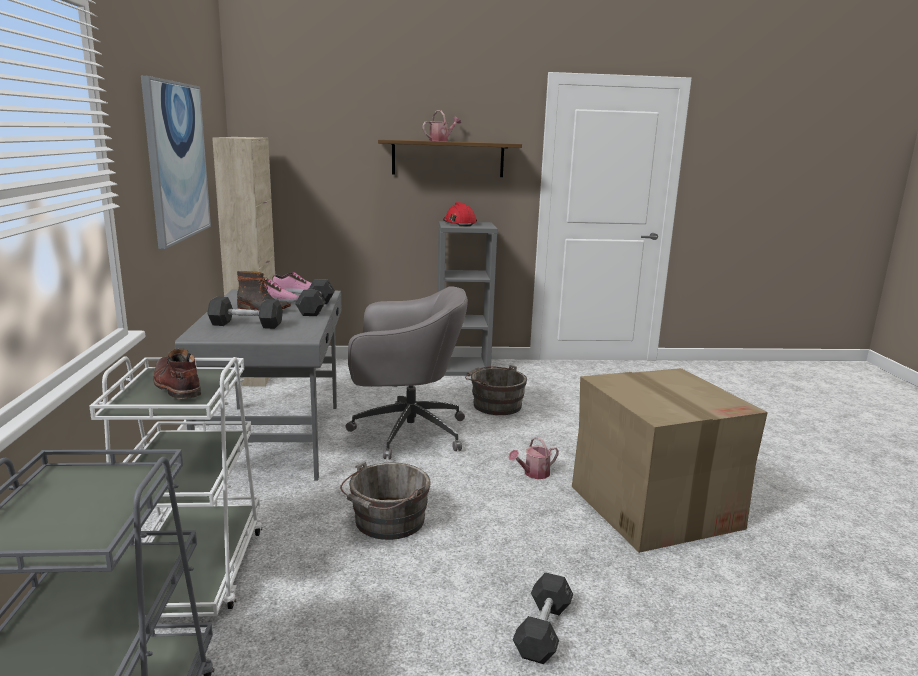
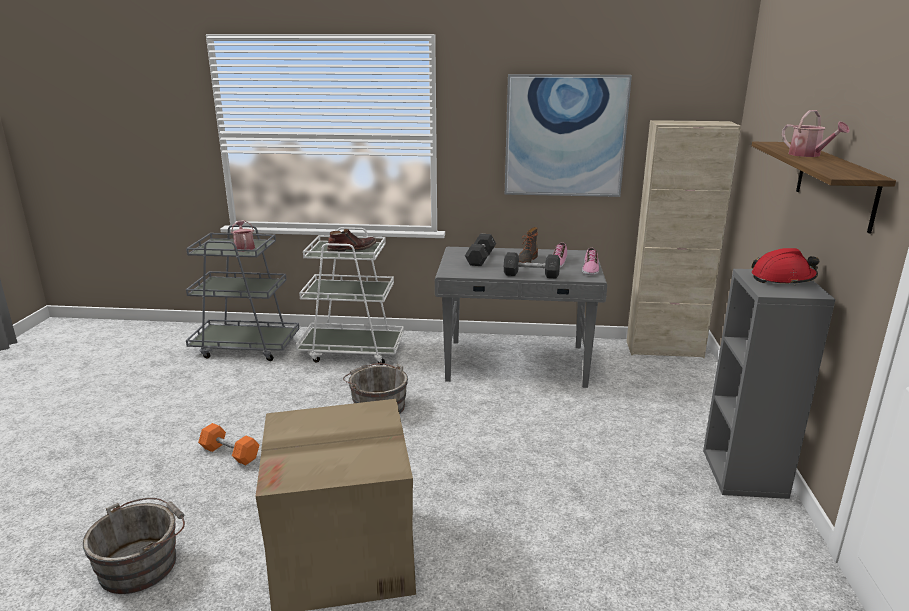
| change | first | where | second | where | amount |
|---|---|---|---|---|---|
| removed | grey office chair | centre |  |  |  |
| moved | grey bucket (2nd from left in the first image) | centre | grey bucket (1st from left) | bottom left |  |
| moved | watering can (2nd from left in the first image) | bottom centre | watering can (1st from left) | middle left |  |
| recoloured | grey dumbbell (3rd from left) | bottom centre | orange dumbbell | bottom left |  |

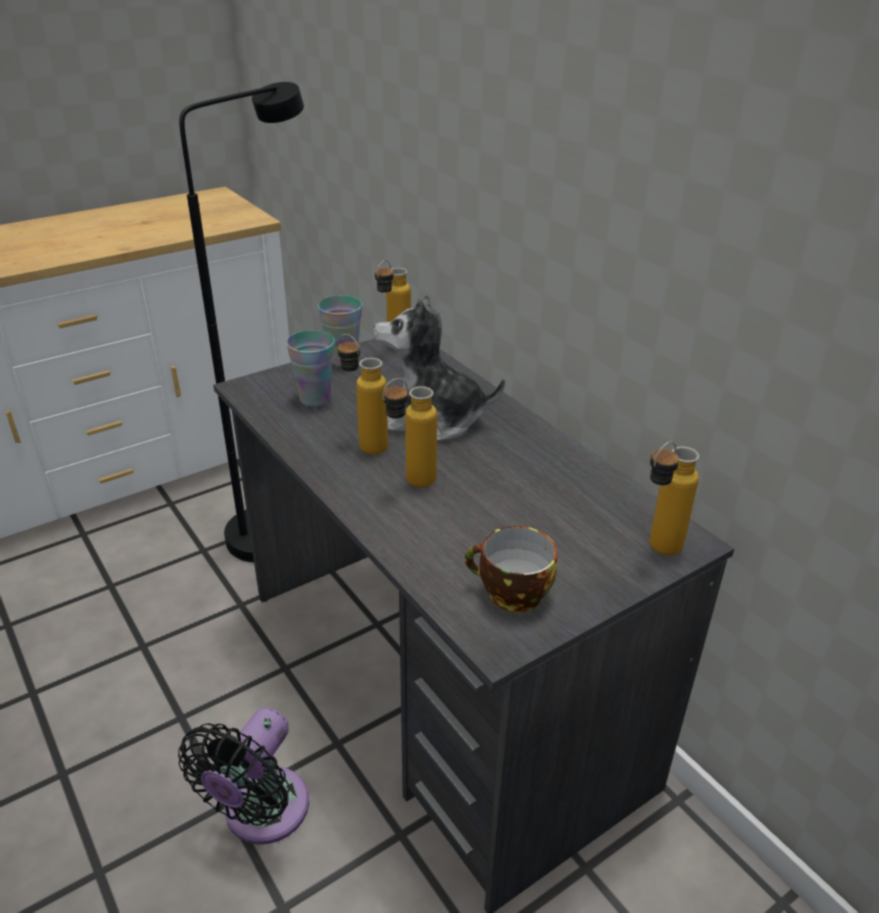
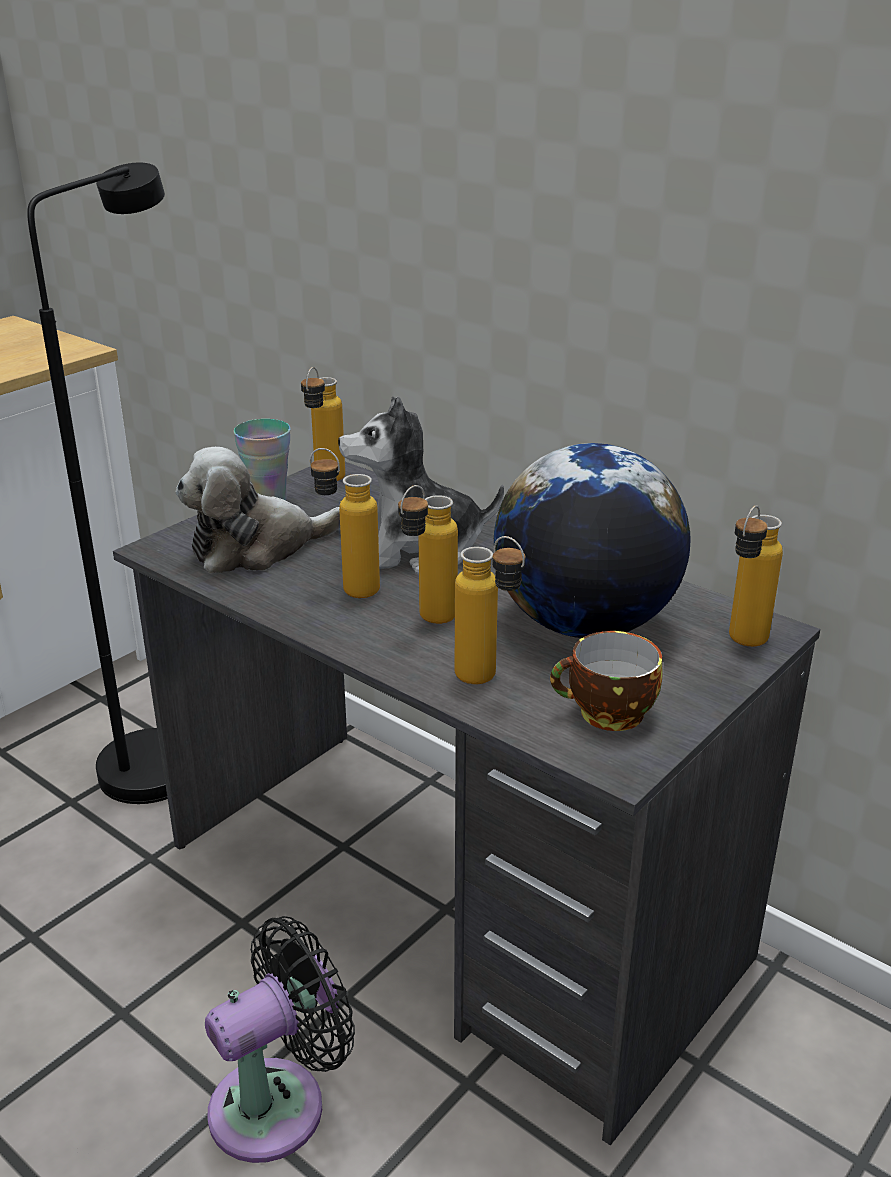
| change | first | where | second | where | amount |
|---|---|---|---|---|---|
| added |  |  | bottle (4th from left) | centre |  |
| added |  |  | globe | centre |  |
| replaced | cup (1st from left) | centre | plush toy (1st from left) | middle left |  |
| turned | black fan | bottom left |  | bottom left | 135 degrees counterclockwise |

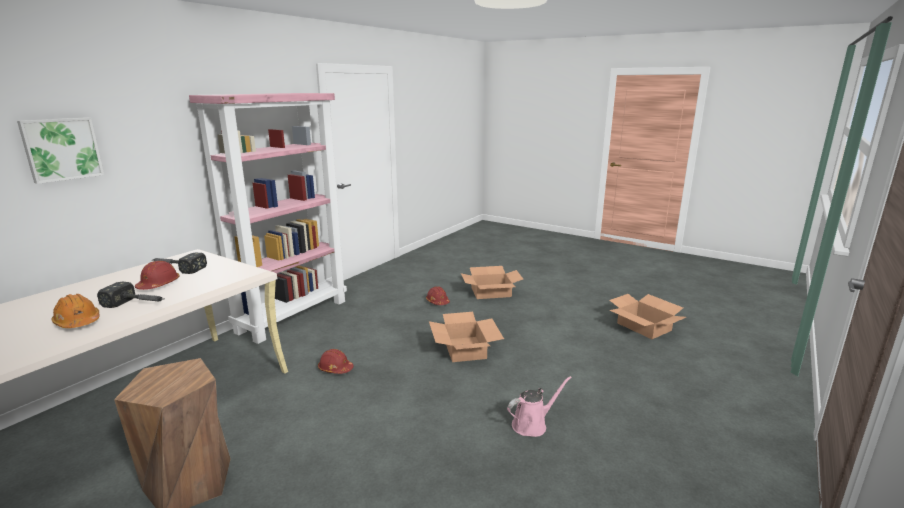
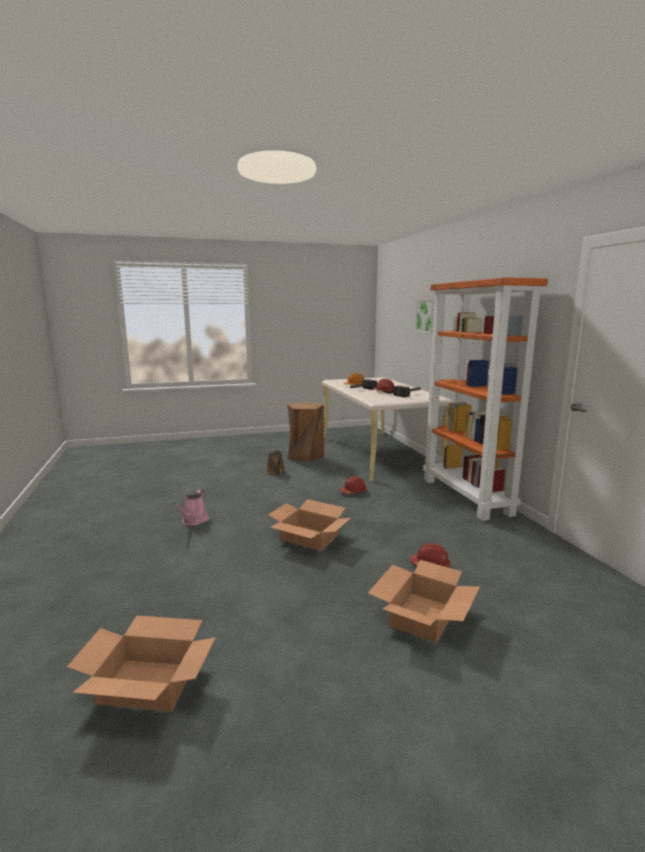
| change | first | where | second | where | amount |
|---|---|---|---|---|---|
| added |  |  | brown watering can | centre |  |
| recoloured | pink bookcase | middle left | orange bookcase | middle right |  |

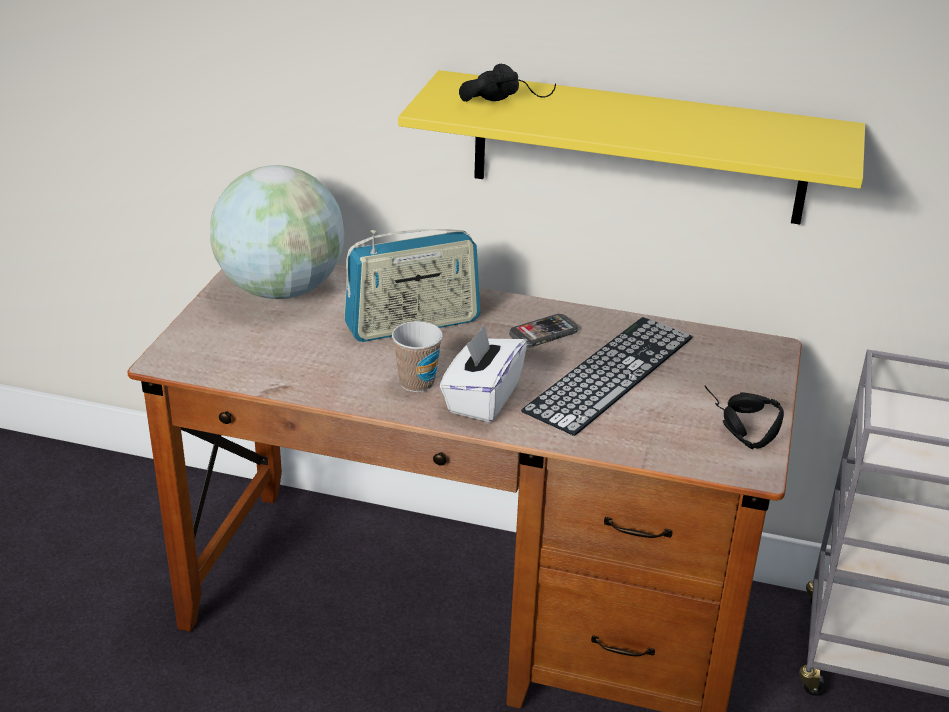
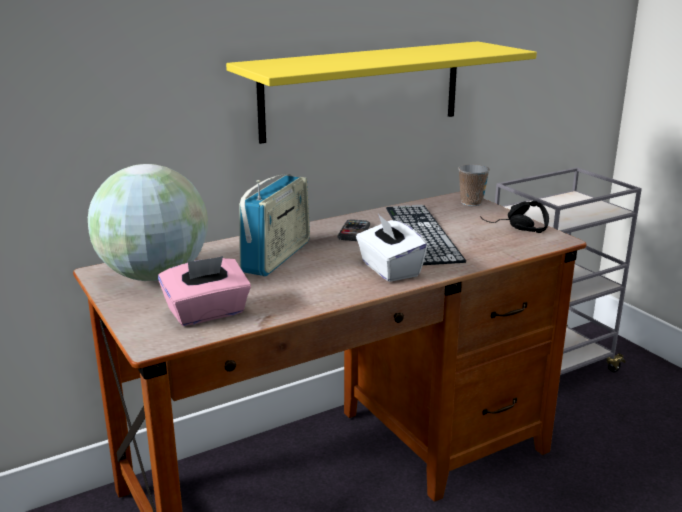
| change | first | where | second | where | amount |
|---|---|---|---|---|---|
| removed | black headphones (1st from left) | top centre |  |  |  |
| added |  |  | pink tissue box | middle left |  |
| moved | cup | centre |  | middle right |  |

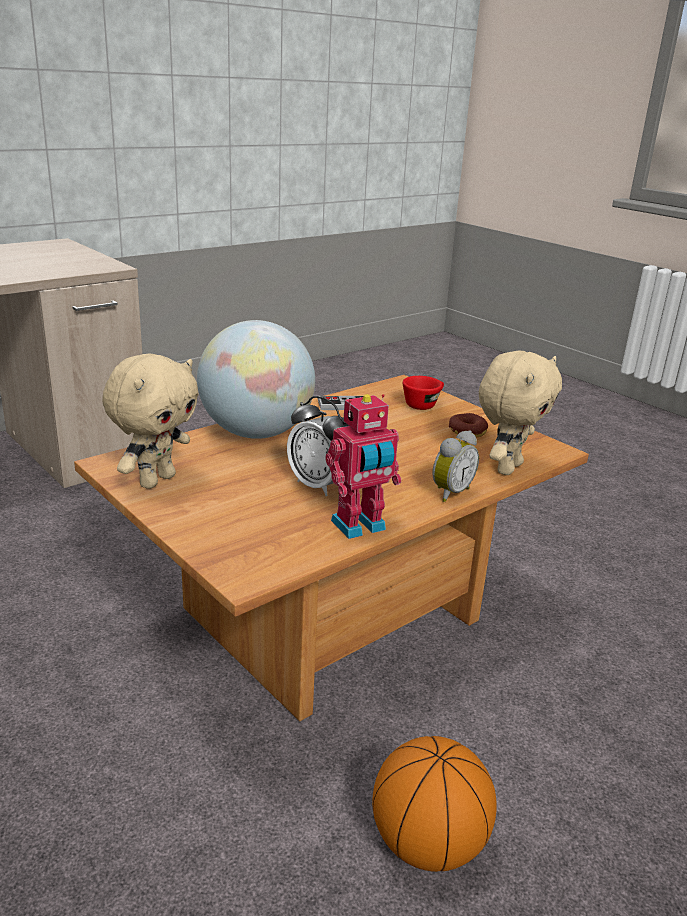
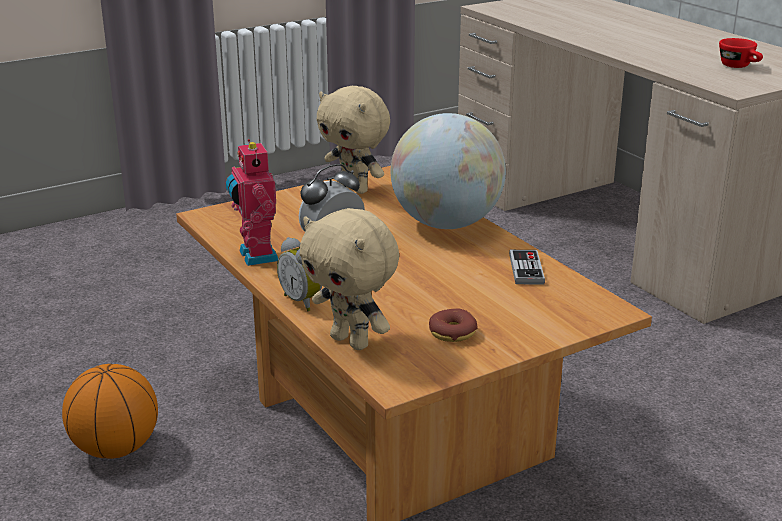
| change | first | where | second | where | amount |
|---|---|---|---|---|---|
| moved | red cup | centre |  | top right |  |

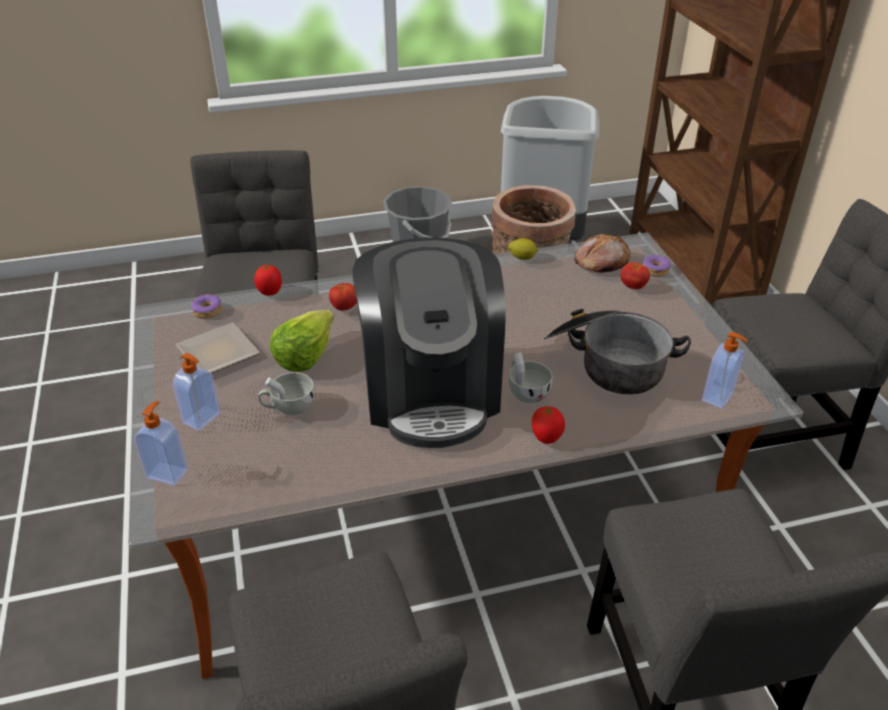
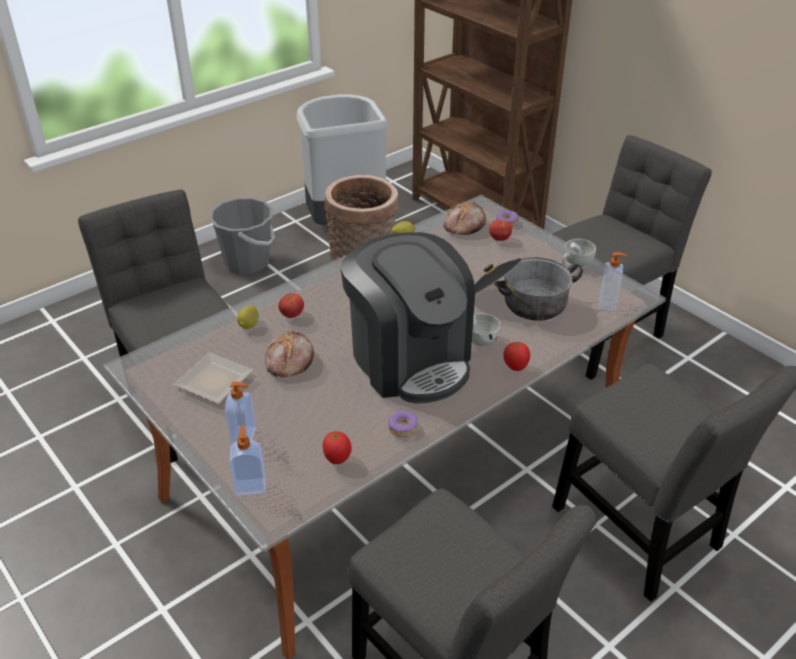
| change | first | where | second | where | amount |
|---|---|---|---|---|---|
| added |  |  | lemon (1st from left) | middle left |  |
| moved | donut (1st from left) | middle left |  | centre |  |
| moved | tomato (1st from left in the first image) | middle left | tomato (2nd from left) | bottom centre |  |
| moved | white cup (1st from left in the first image) | middle left | white cup (2nd from left) | middle right |  |
| replaced | lettuce | centre | bread (1st from left) | centre |  |

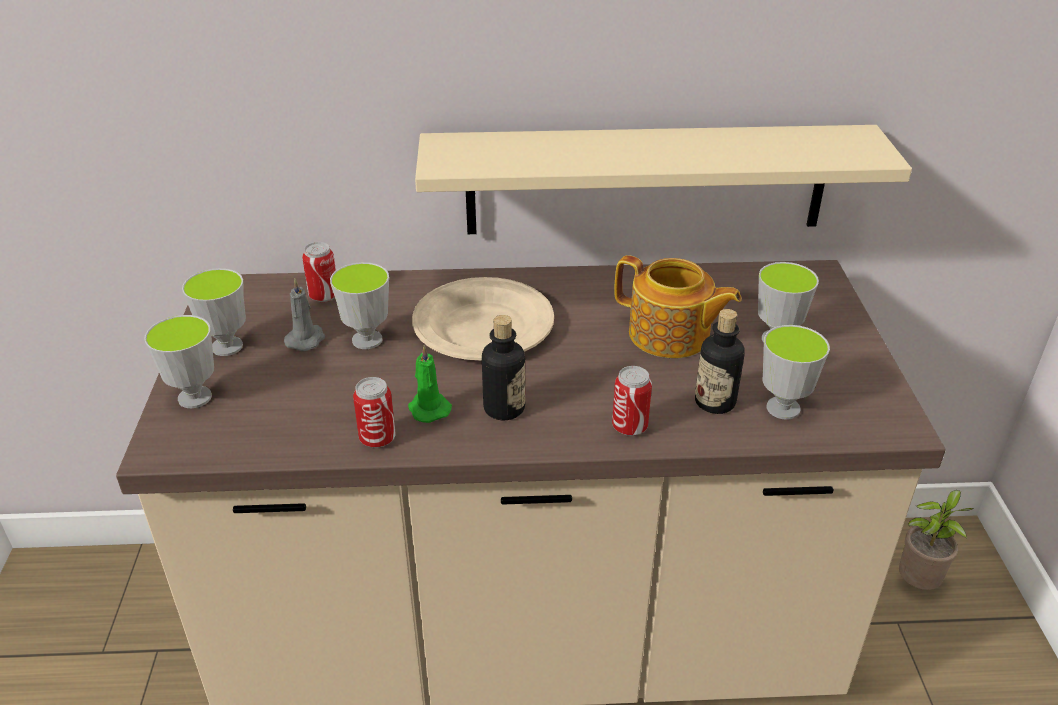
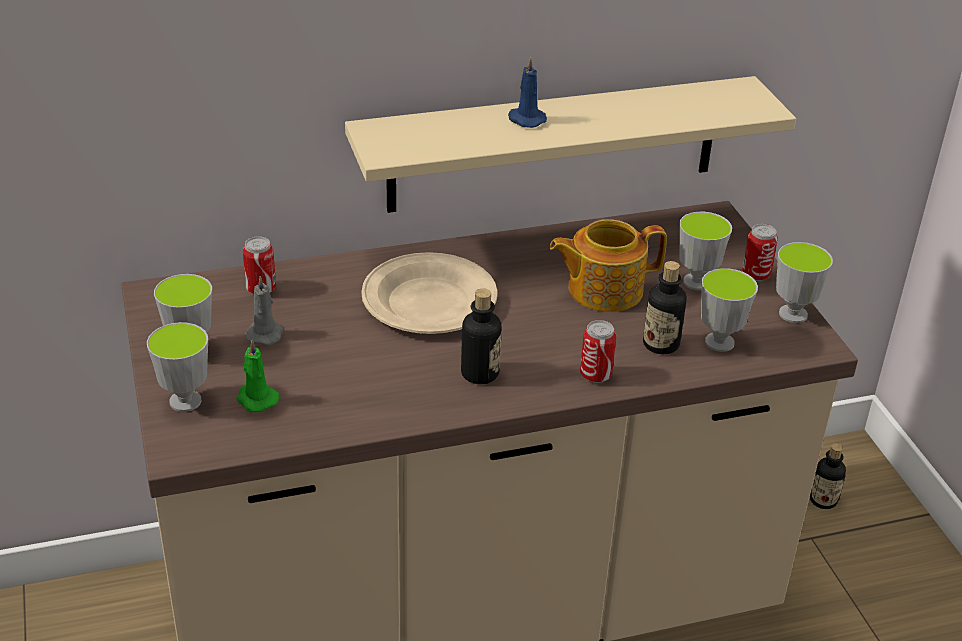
| change | first | where | second | where | amount |
|---|---|---|---|---|---|
| added |  |  | blue candle | top centre |  |
| moved | cup (3rd from left in the first image) | centre | cup (5th from left) | middle right |  |
| moved | can (2nd from left in the first image) | centre | can (3rd from left) | middle right |  |
| moved | green candle | centre |  | middle left |  |
| replaced | potted plant | bottom right | bottle (3rd from left) | bottom right |  |
| turned | teapot | centre |  | centre | 150 degrees clockwise |

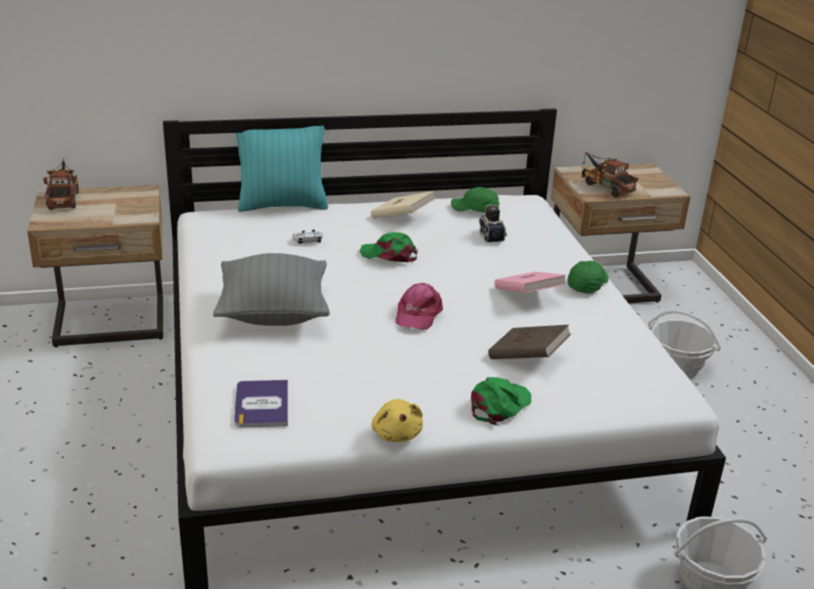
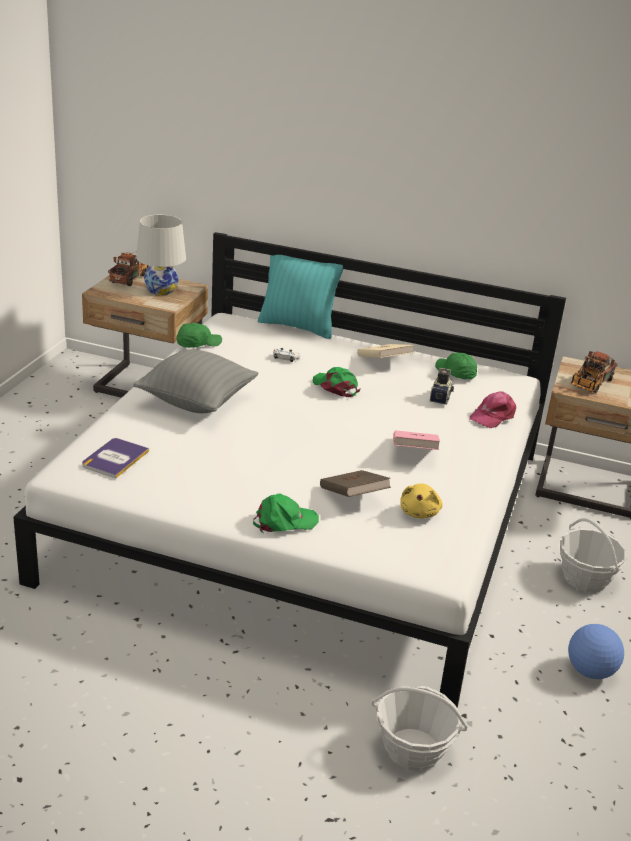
| change | first | where | second | where | amount |
|---|---|---|---|---|---|
| added |  |  | white table lamp | top left |  |
| added |  |  | football | bottom right |  |
| moved | yellow plush toy | bottom centre |  | middle right |  |
| moved | pink cap | centre |  | middle right |  |
| moved | green cap (4th from left in the first image) | middle right | green cap (1st from left) | middle left |  |
| turned | toy truck (2nd from left) | top right |  | middle right | 135 degrees counterclockwise |

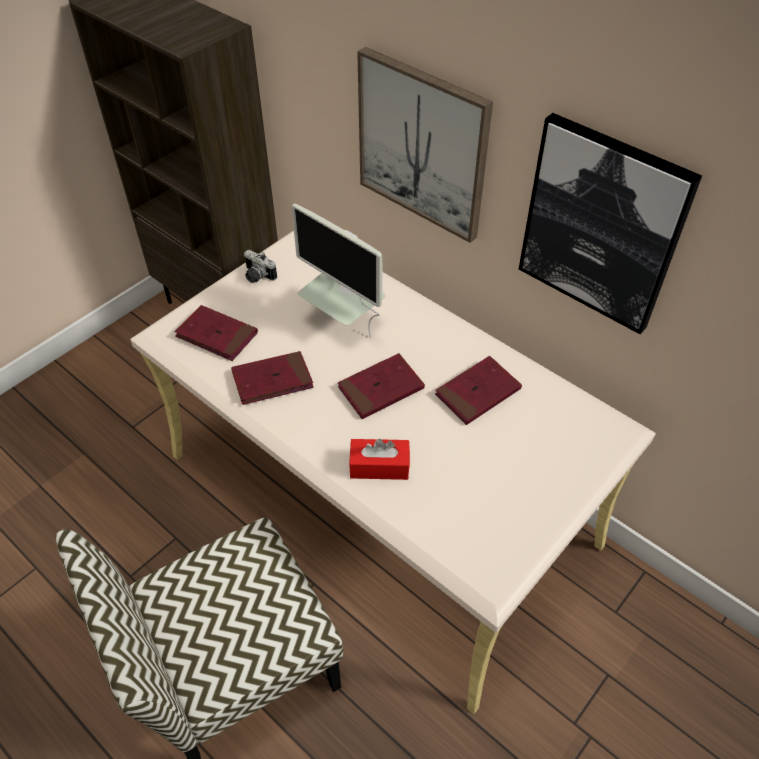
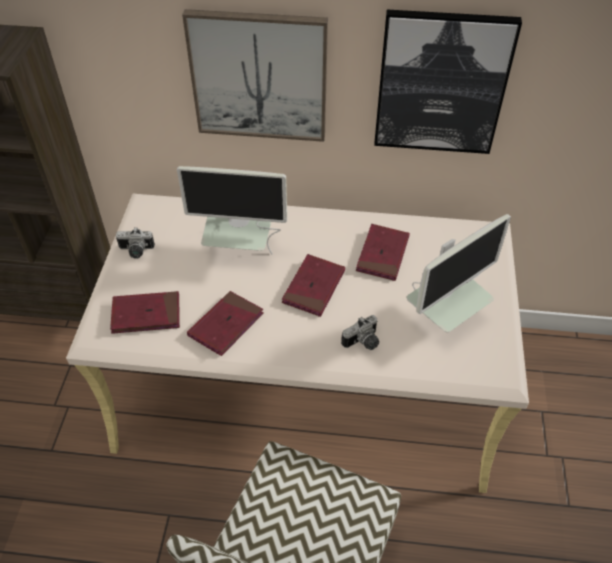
| change | first | where | second | where | amount |
|---|---|---|---|---|---|
| added |  |  | monitor (2nd from left) | middle right |  |
| replaced | red tissue box | centre | photo camera (2nd from left) | centre |  |

